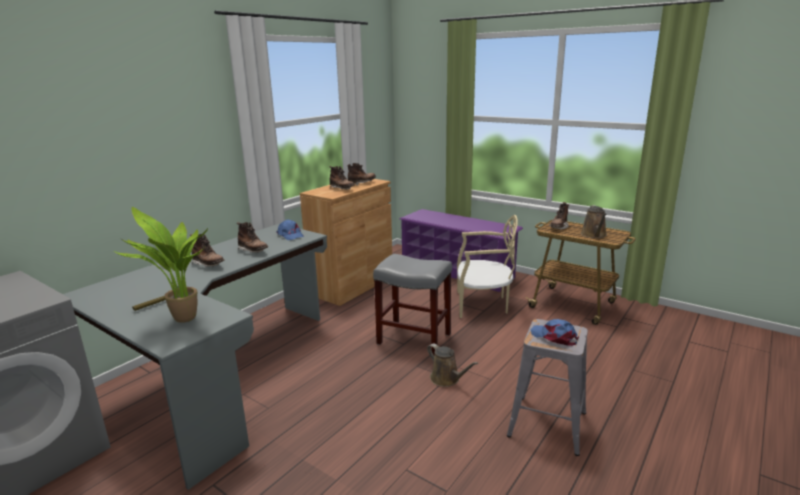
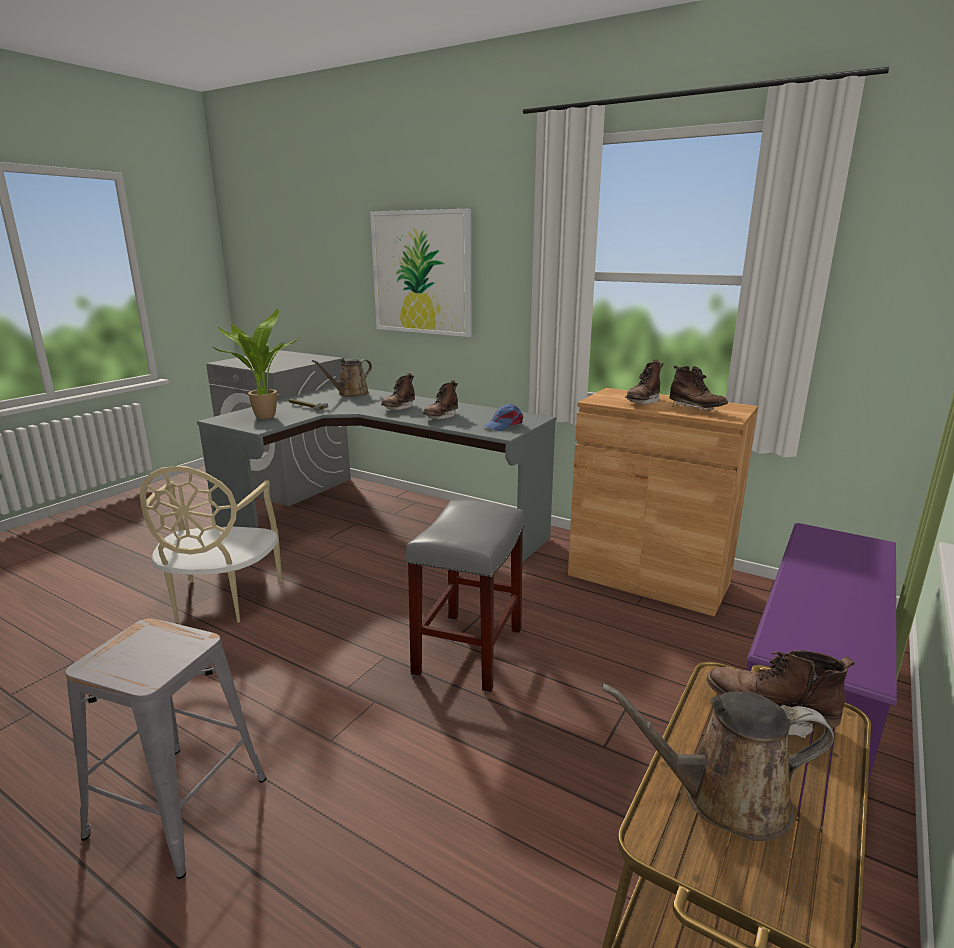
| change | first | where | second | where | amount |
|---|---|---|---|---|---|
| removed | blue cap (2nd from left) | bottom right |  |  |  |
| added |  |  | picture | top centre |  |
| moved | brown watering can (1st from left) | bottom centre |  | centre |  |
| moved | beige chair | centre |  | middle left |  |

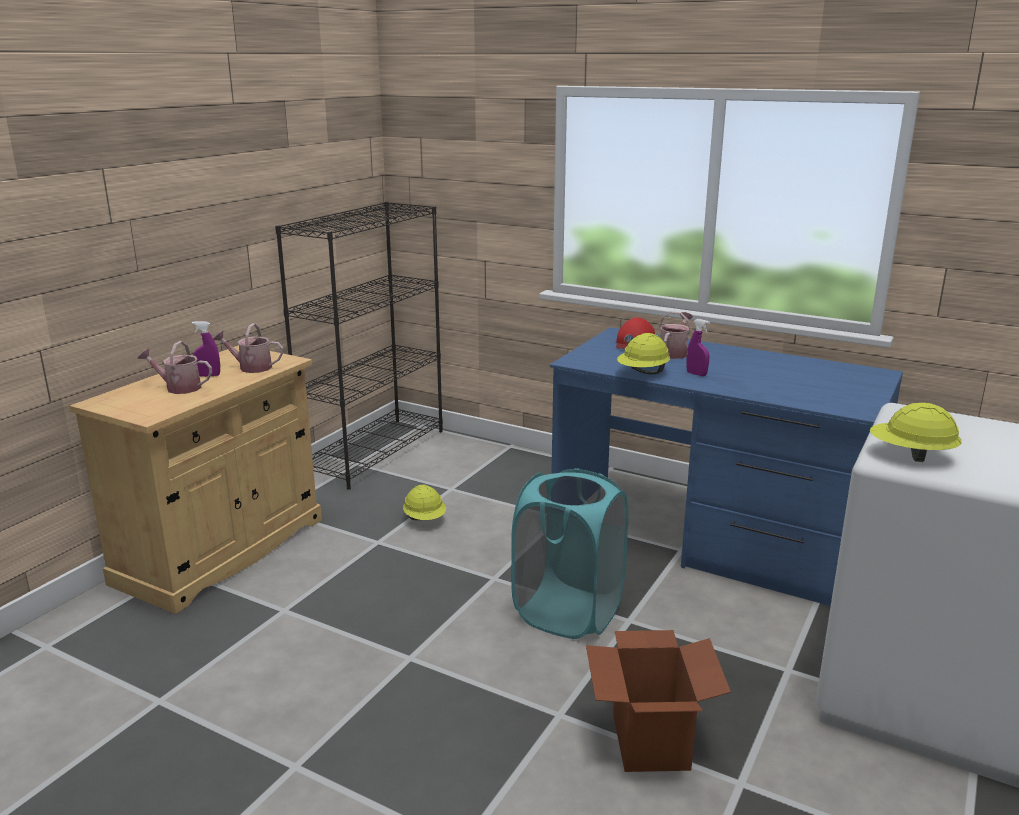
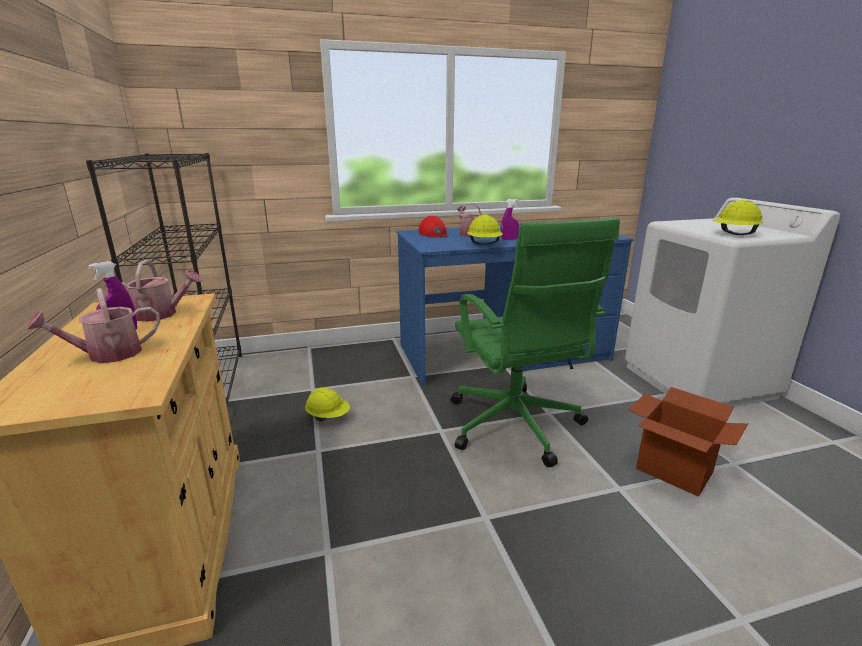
| change | first | where | second | where | amount |
|---|---|---|---|---|---|
| replaced | turquoise laundry basket | bottom centre | green office chair | centre |  |
| turned | watering can (2nd from left) | middle left |  | middle left | 150 degrees counterclockwise |

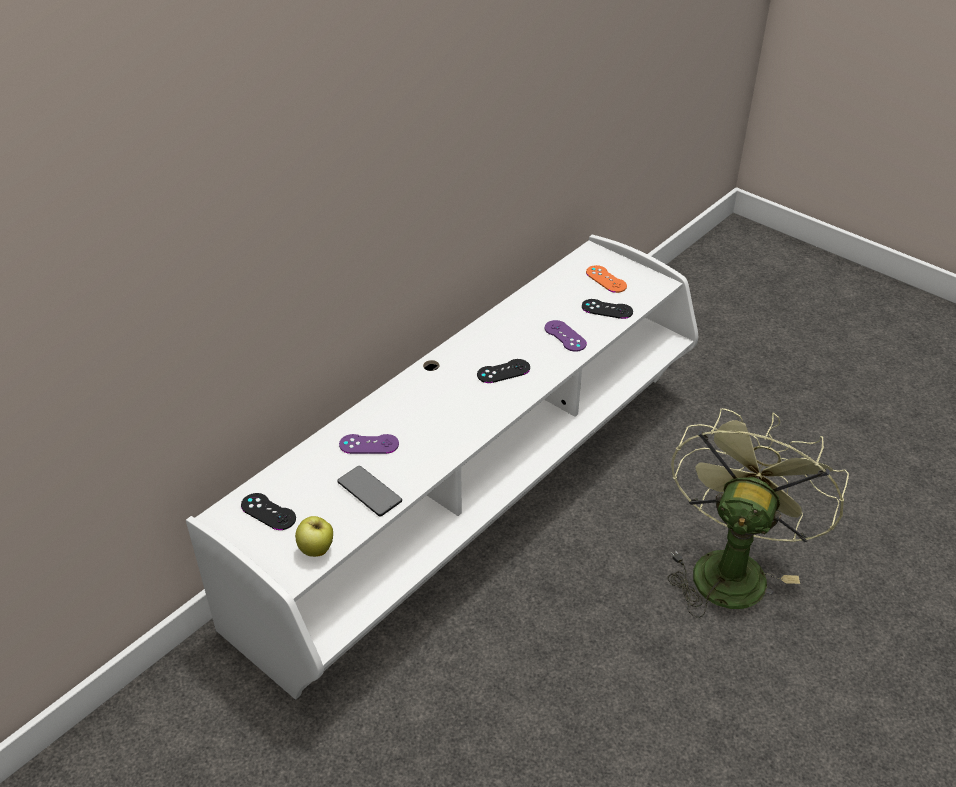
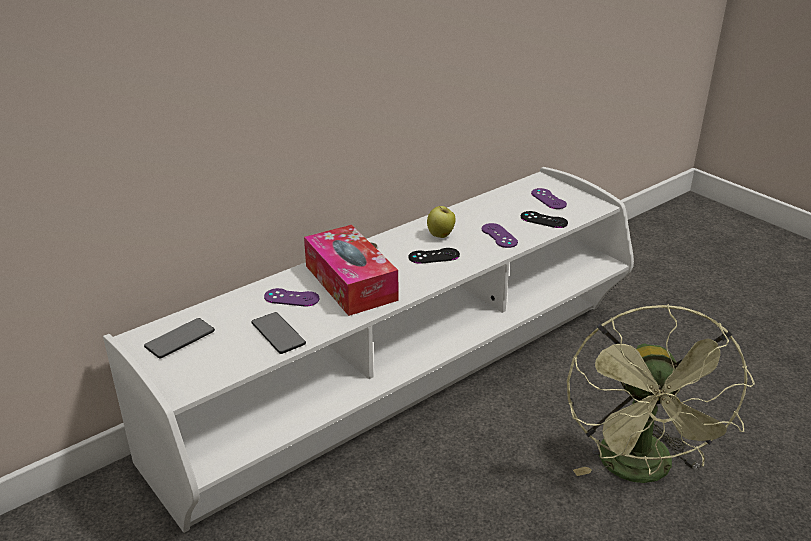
| change | first | where | second | where | amount |
|---|---|---|---|---|---|
| added |  |  | tissue box | centre |  |
| moved | apple | bottom left |  | centre |  |
| replaced | black game controller (1st from left) | middle left | phone (1st from left) | middle left |  |
| recoloured | orange game controller | centre | purple game controller (3rd from left) | middle right |  |
| turned | green fan | middle right |  | bottom right | 150 degrees clockwise |

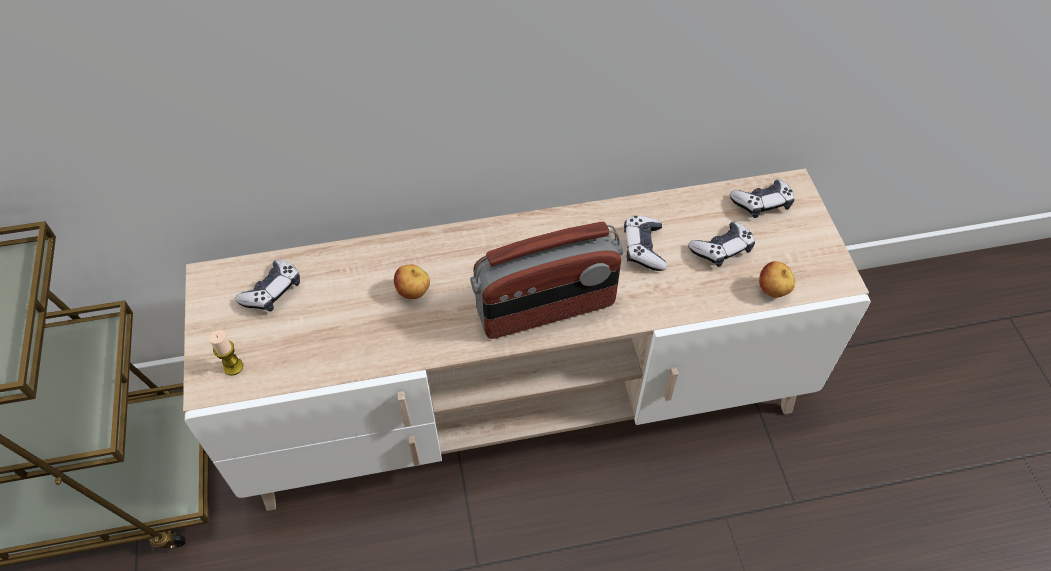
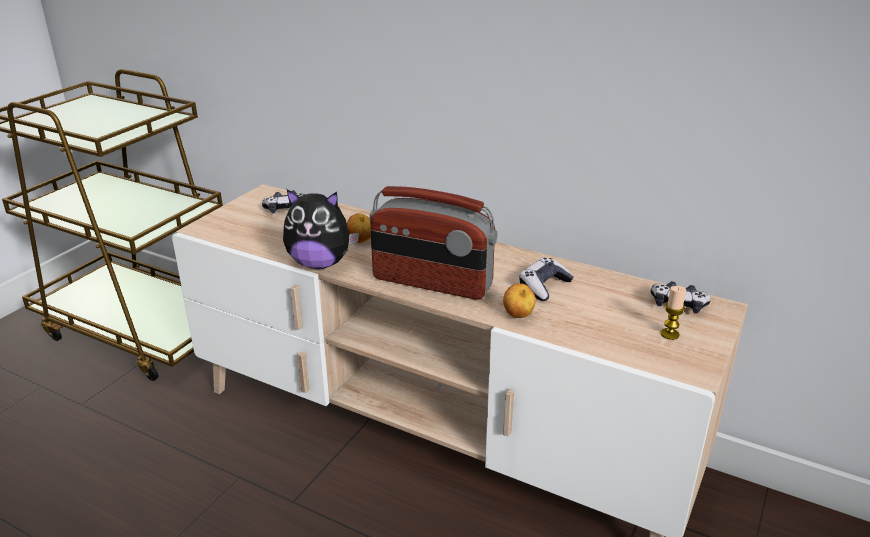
| change | first | where | second | where | amount |
|---|---|---|---|---|---|
| removed | game controller (3rd from left) | middle right |  |  |  |
| added |  |  | plush toy | centre |  |
| moved | candle | middle left |  | middle right |  |
| moved | apple (2nd from left) | middle right |  | centre |  |

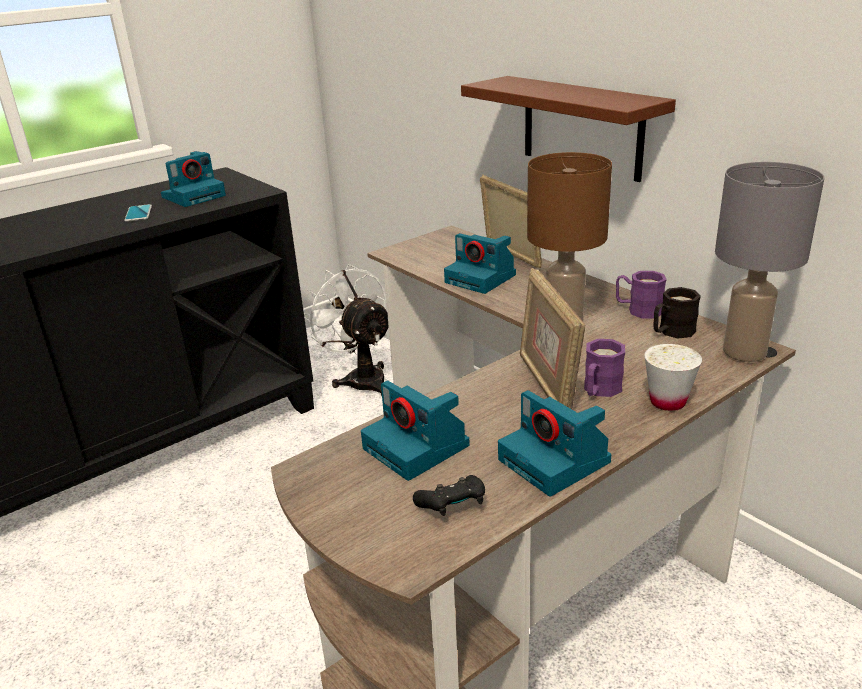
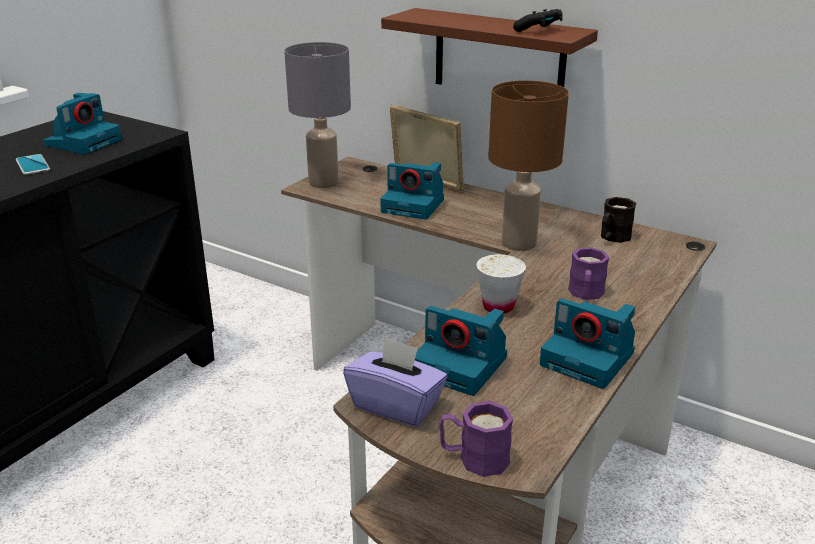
| change | first | where | second | where | amount |
|---|---|---|---|---|---|
| removed | white fan | centre |  |  |  |
| removed | picture frame (2nd from left) | centre |  |  |  |
| added |  |  | purple tissue box | bottom centre |  |
| moved | black game controller | bottom centre |  | top centre |  |
| moved | purple mug (2nd from left in the first image) | middle right | purple mug (1st from left) | bottom centre |  |
| moved | white cup | middle right |  | centre |  |
| moved | grey table lamp | middle right |  | top centre |  |

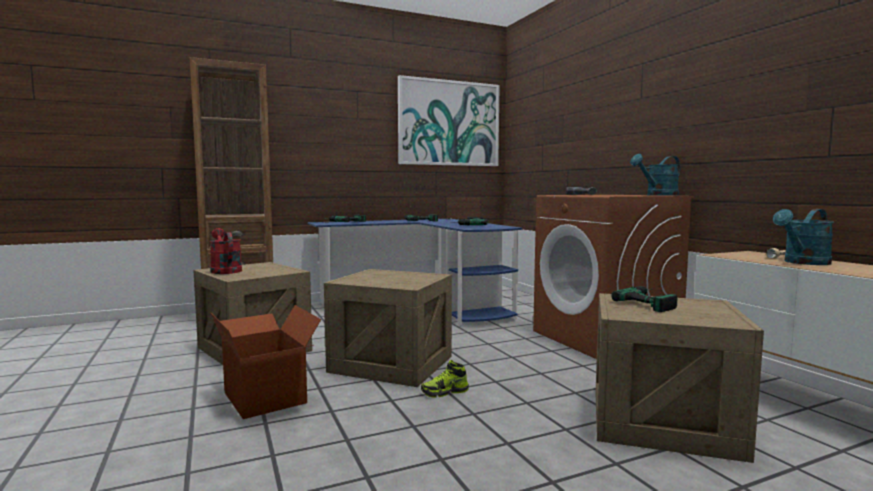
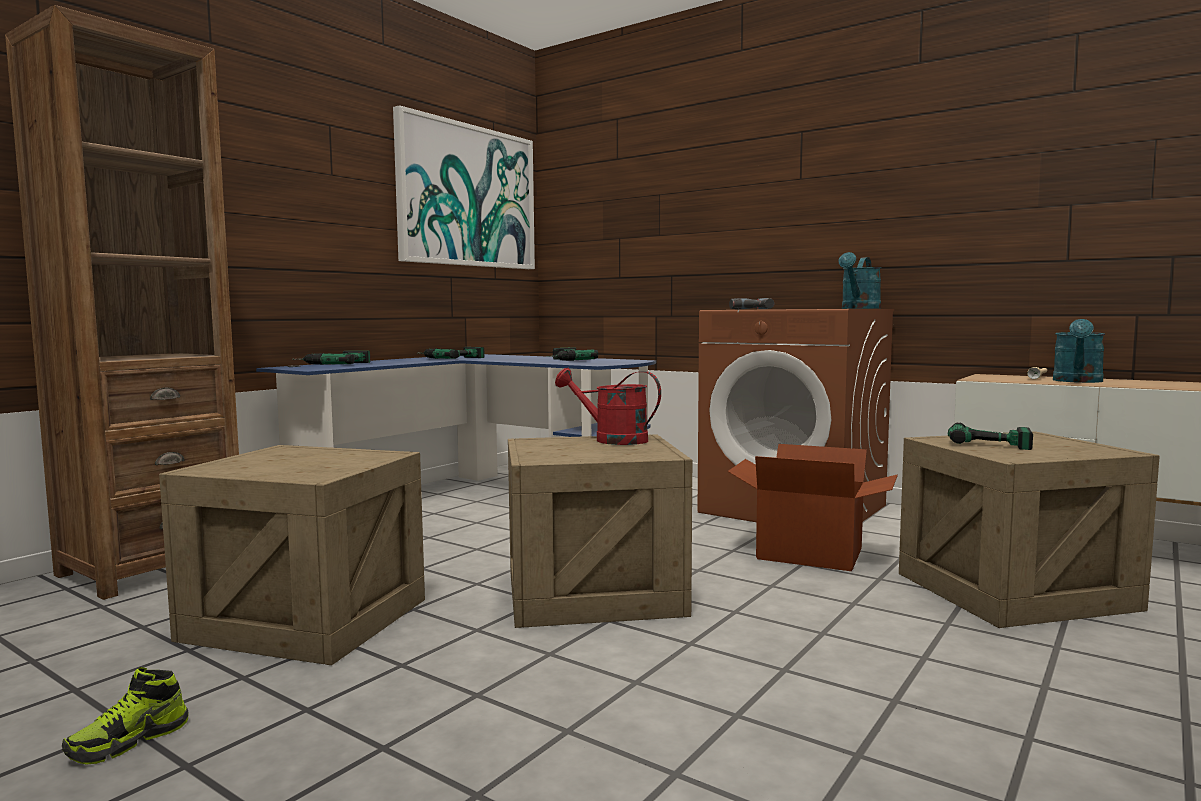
| change | first | where | second | where | amount |
|---|---|---|---|---|---|
| moved | red watering can | middle left |  | centre |  |
| moved | cardboard box | bottom left |  | middle right |  |
| moved | shoe | bottom centre |  | bottom left |  |

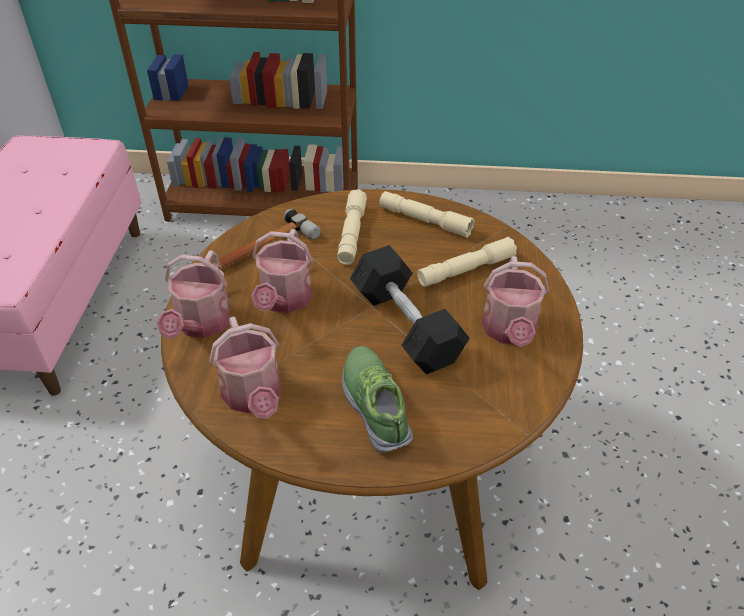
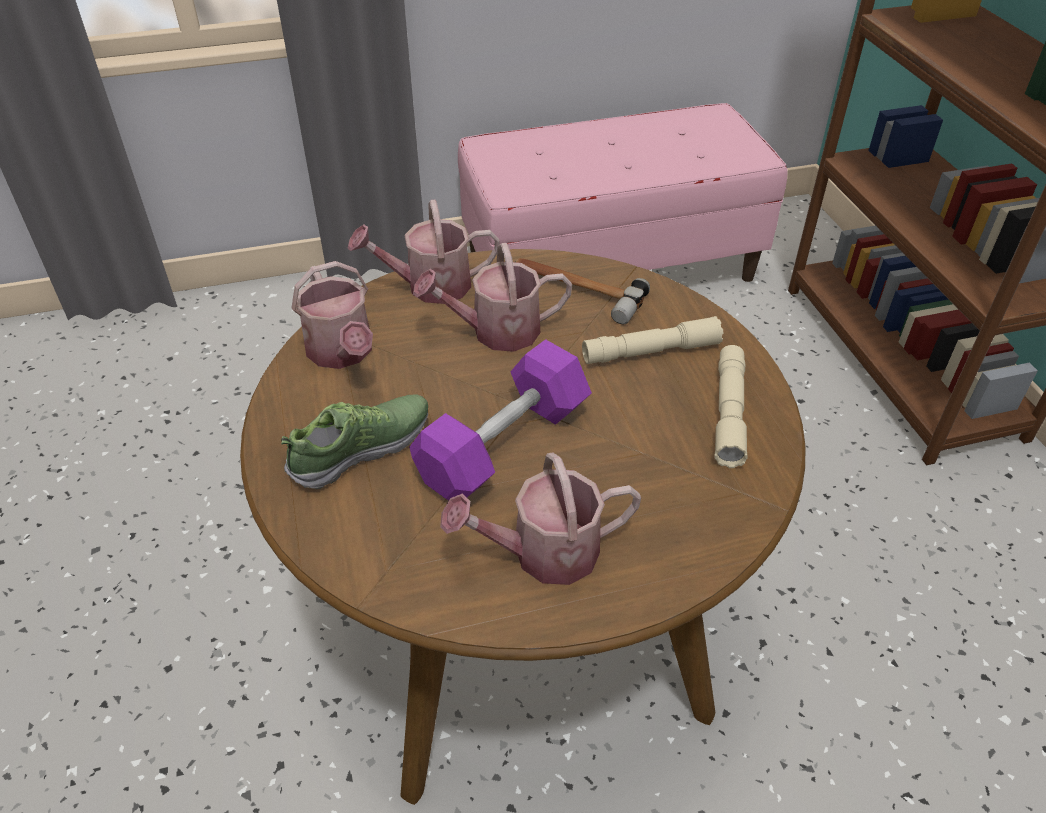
| change | first | where | second | where | amount |
|---|---|---|---|---|---|
| removed | beige flashlight (3rd from left) | centre |  |  |  |
| recoloured | black dumbbell | centre | purple dumbbell | centre |  |
| turned | watering can (2nd from left in the first image) | middle left | watering can (1st from left) | middle left | 75 degrees counterclockwise |

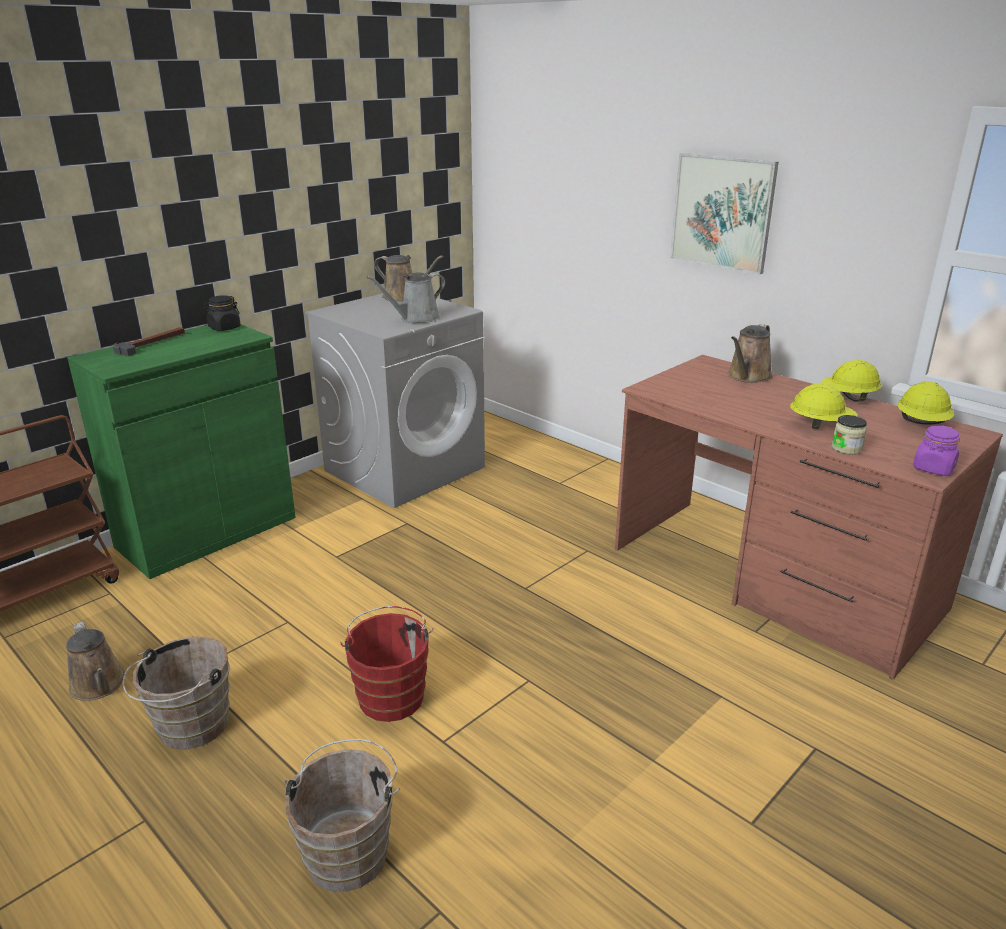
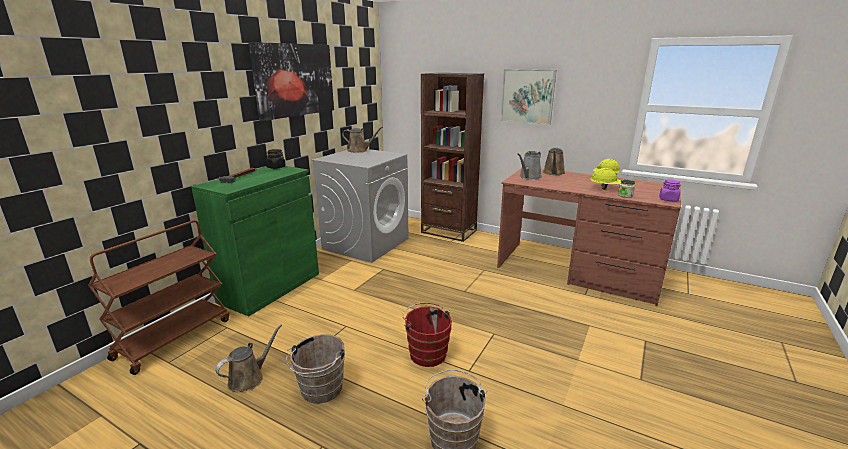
| change | first | where | second | where | amount |
|---|---|---|---|---|---|
| removed | yellow hard hat (3rd from left) | middle right |  |  |  |
| added |  |  | picture (1st from left) | top centre |  |
| added |  |  | brown bookcase | centre |  |
| moved | grey watering can | top centre |  | centre |  |
| turned | brown watering can (1st from left) | bottom left |  | bottom left | 90 degrees counterclockwise |

